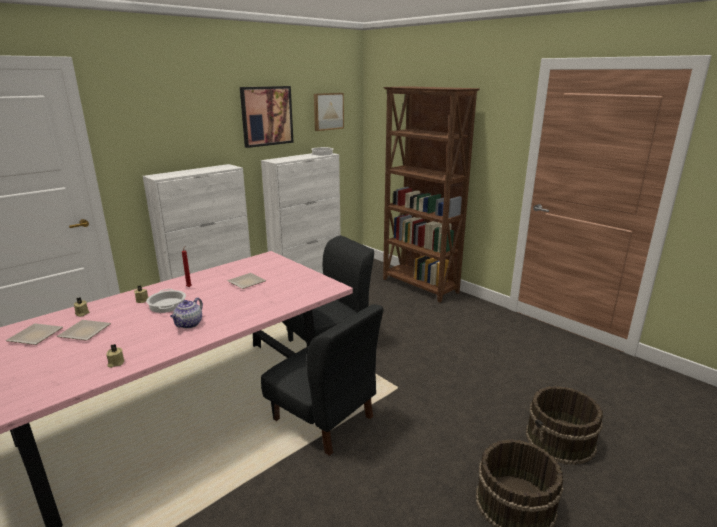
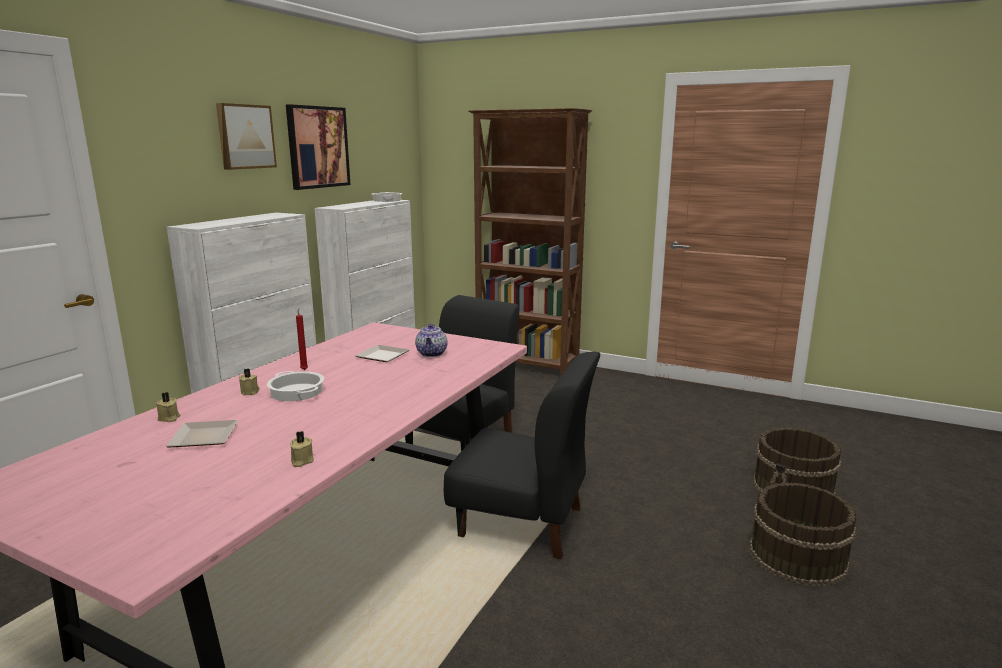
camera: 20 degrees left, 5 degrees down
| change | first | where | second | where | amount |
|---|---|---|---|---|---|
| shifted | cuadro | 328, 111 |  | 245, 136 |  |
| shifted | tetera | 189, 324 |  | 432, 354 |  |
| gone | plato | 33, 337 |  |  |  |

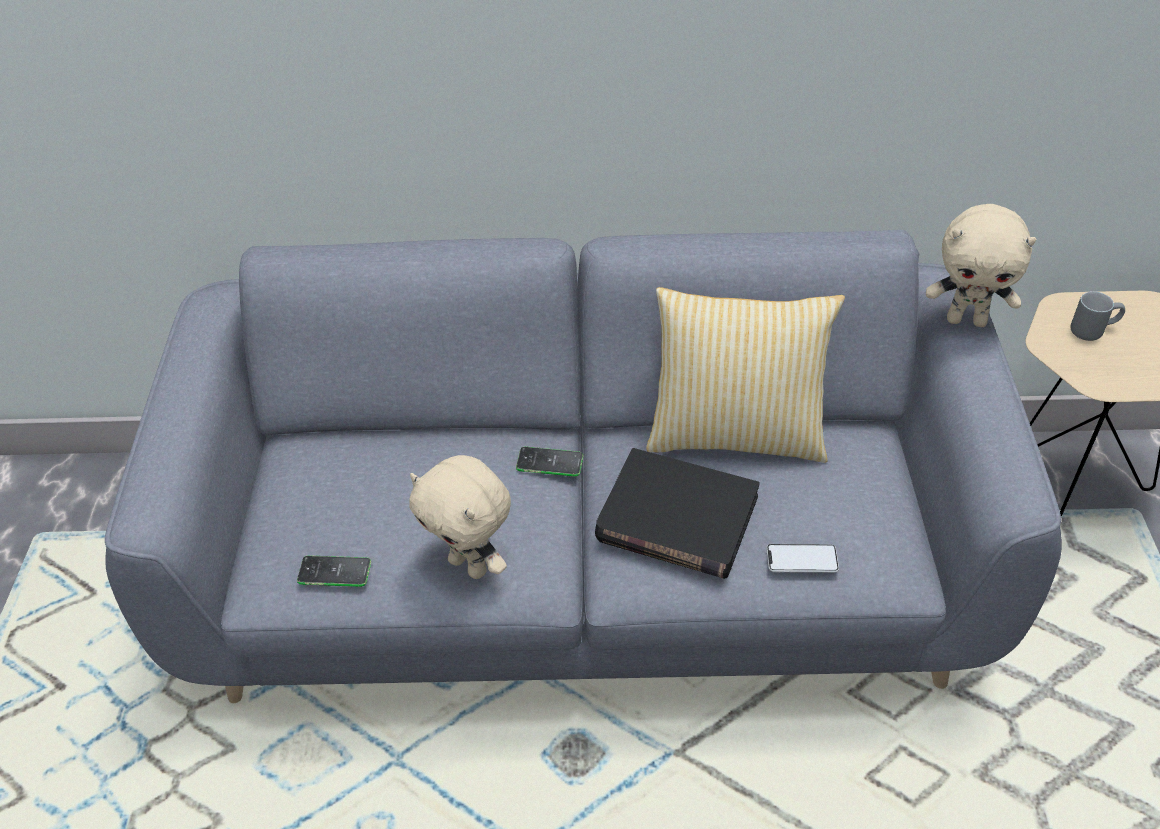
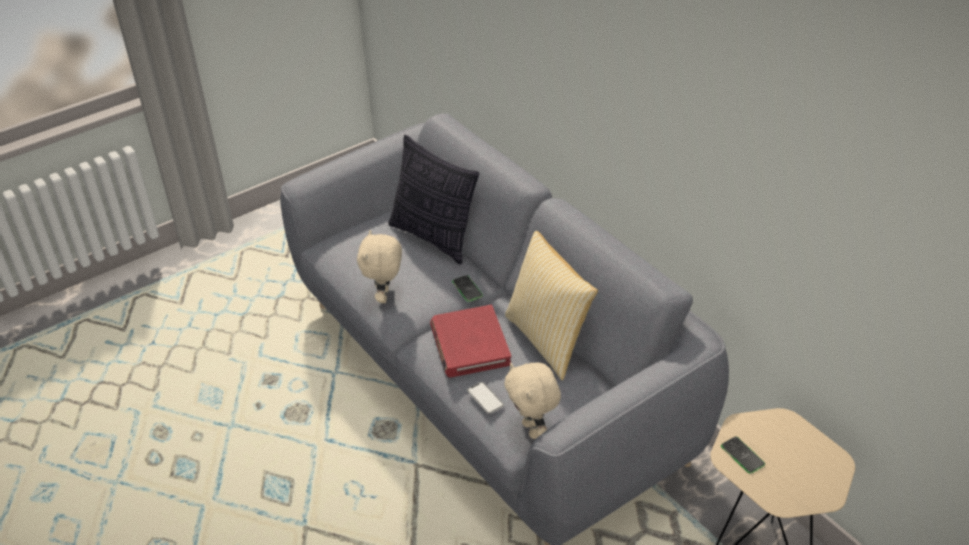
camera: 55 degrees right, 5 degrees down
| change | first | where | second | where | amount |
|---|---|---|---|---|---|
| new |  |  | cojín | 434, 238 |  |
| repainted | libro [negro] | 676, 519 | libro [rojo] | 469, 345 |  |
| shifted | peluche [beis] | 967, 320 |  | 533, 430 |  |
| shifted | móvil | 334, 572 |  | 742, 455 |  |
| gone | taza grande [gris] | 1092, 329 |  |  |  |

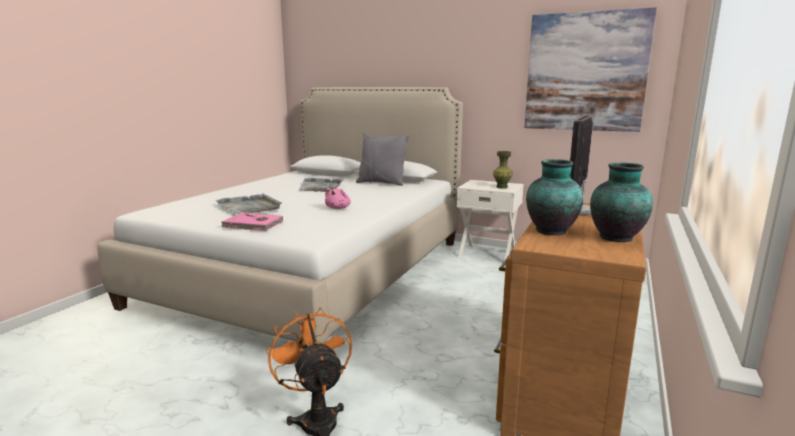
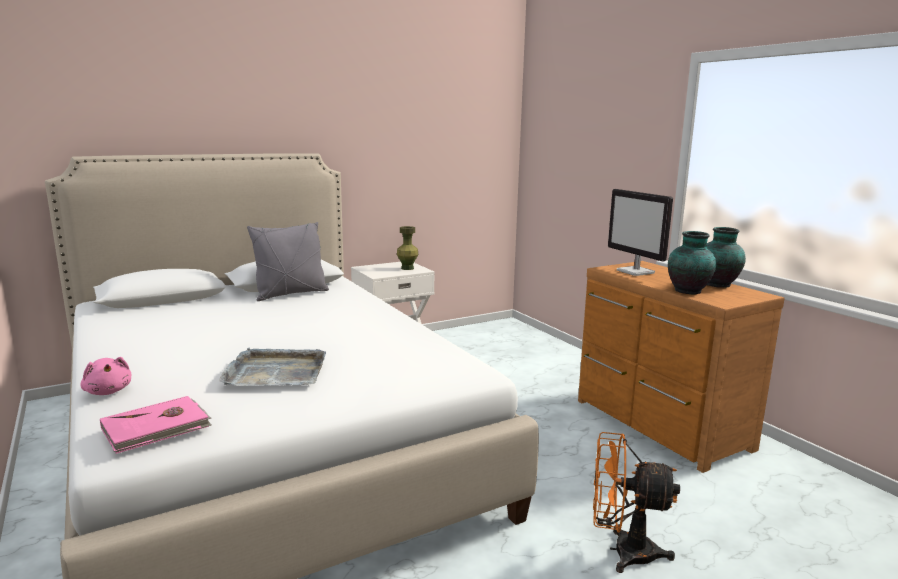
camera: 55 degrees left, 0 degrees up
| change | first | where | second | where | amount |
|---|---|---|---|---|---|
| shifted | peluche [rosa] | 338, 208 |  | 108, 391 |  |
| shifted | libro [rosa] | 253, 225 |  | 157, 428 |  |
| gone | bandeja [gris] | 321, 187 |  |  |  |
| gone | cuadro | 585, 72 |  |  |  |

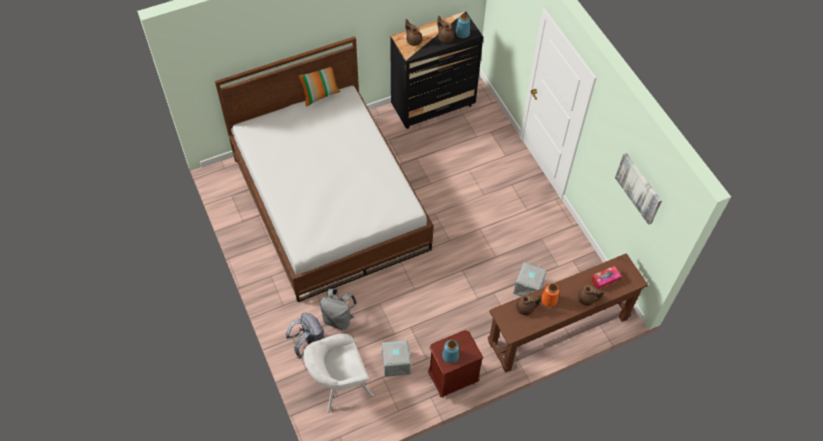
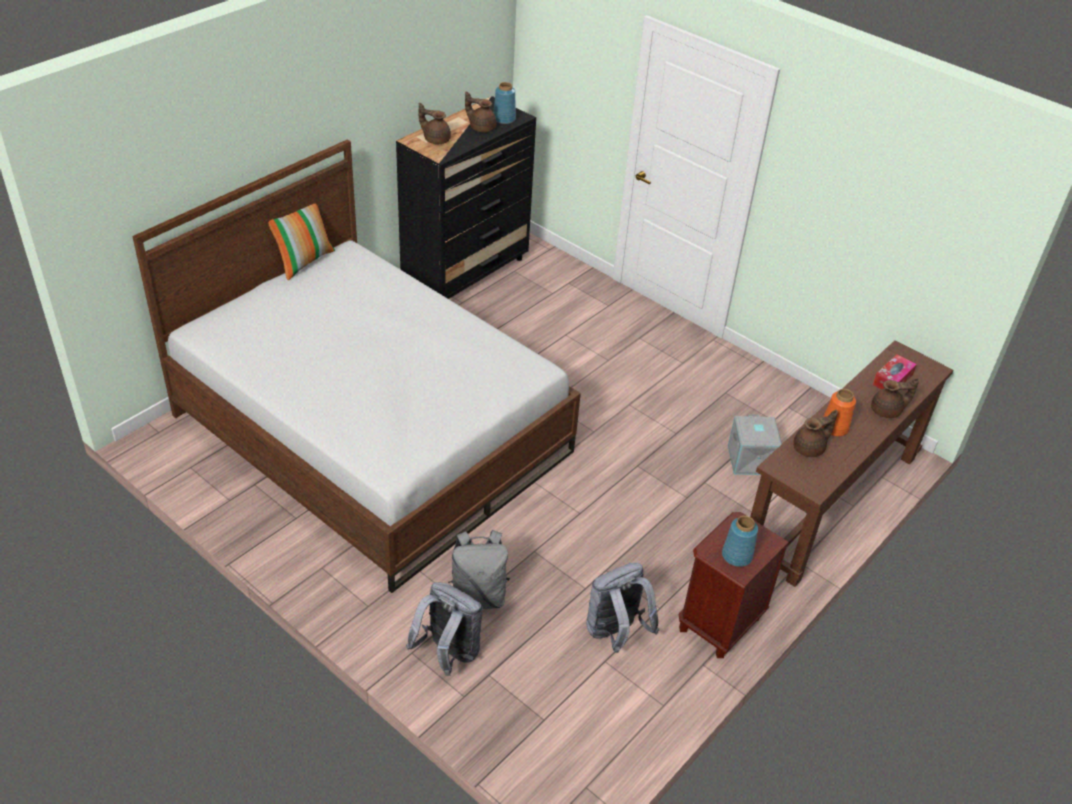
camera: 25 degrees left, 15 degrees down
| change | first | where | second | where | amount |
|---|---|---|---|---|---|
| swapped | caja de almacenaje [gris] | 396, 364 | mochila [gris] | 615, 633 |  |
| gone | sillón [blanco] | 339, 384 |  |  |  |
| gone | cuadro | 639, 188 |  |  |  |

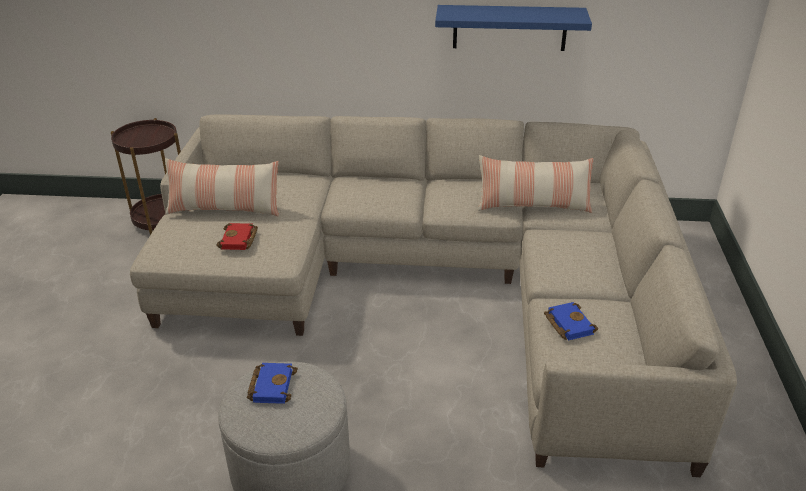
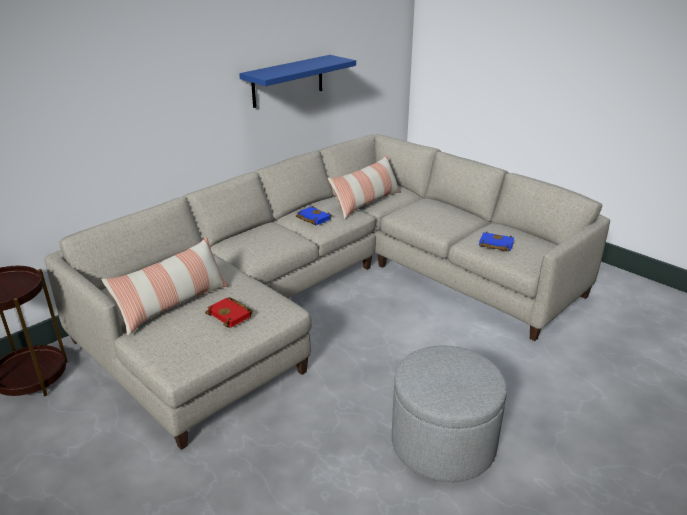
camera: 50 degrees left, 5 degrees down
| change | first | where | second | where | amount |
|---|---|---|---|---|---|
| shifted | libro [azul] | 271, 385 |  | 312, 218 |  |

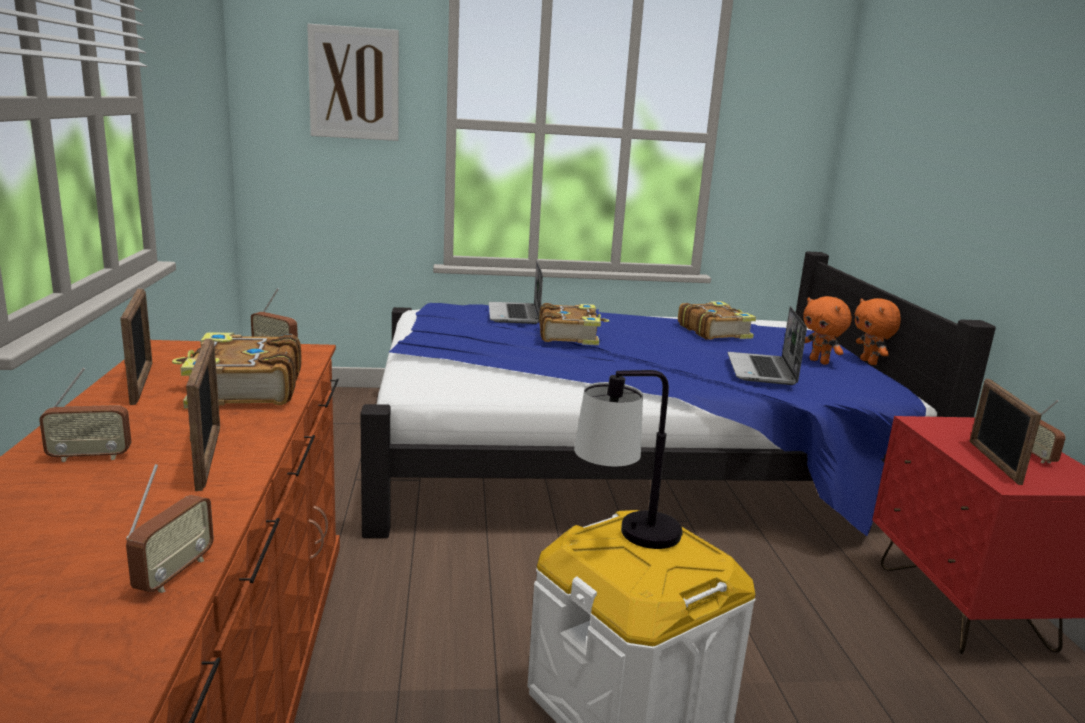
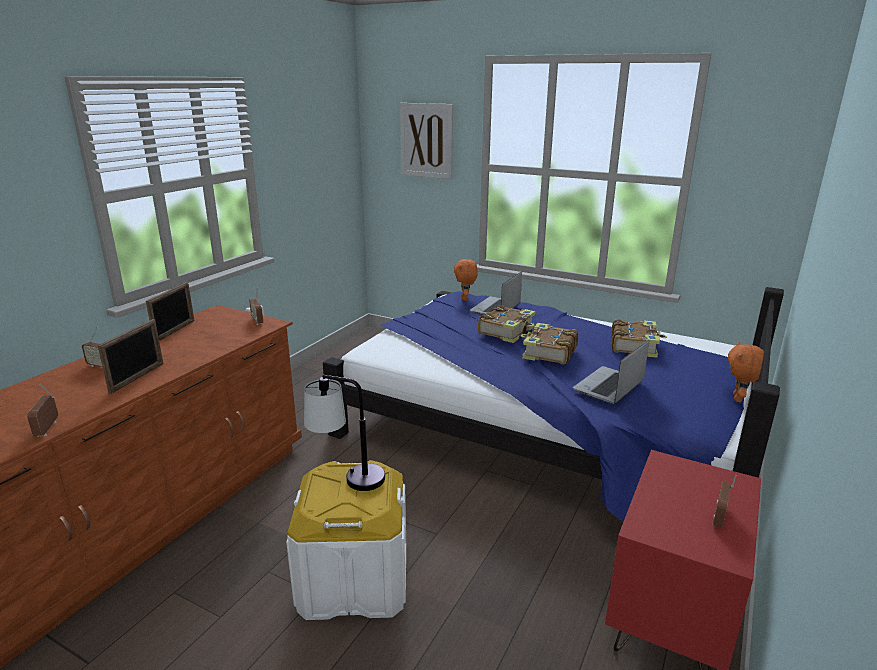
camera: 35 degrees right, 5 degrees up
| change | first | where | second | where | amount |
|---|---|---|---|---|---|
| rotated | radio | 174, 574 |  | 47, 429 | 120 degrees clockwise |
| shifted | peluche [naranja] | 819, 362 |  | 465, 299 |  |
| shifted | libro | 243, 389 |  | 548, 352 |  |
| gone | portarretratos | 994, 462 |  |  |  |

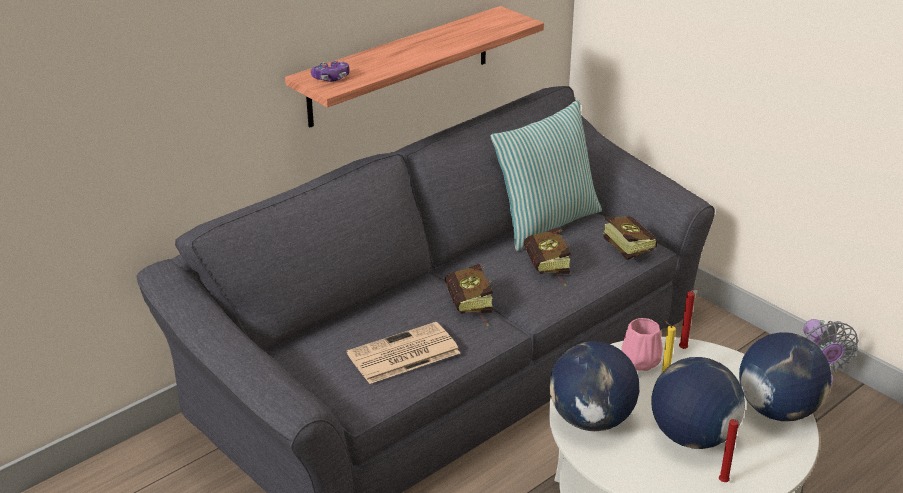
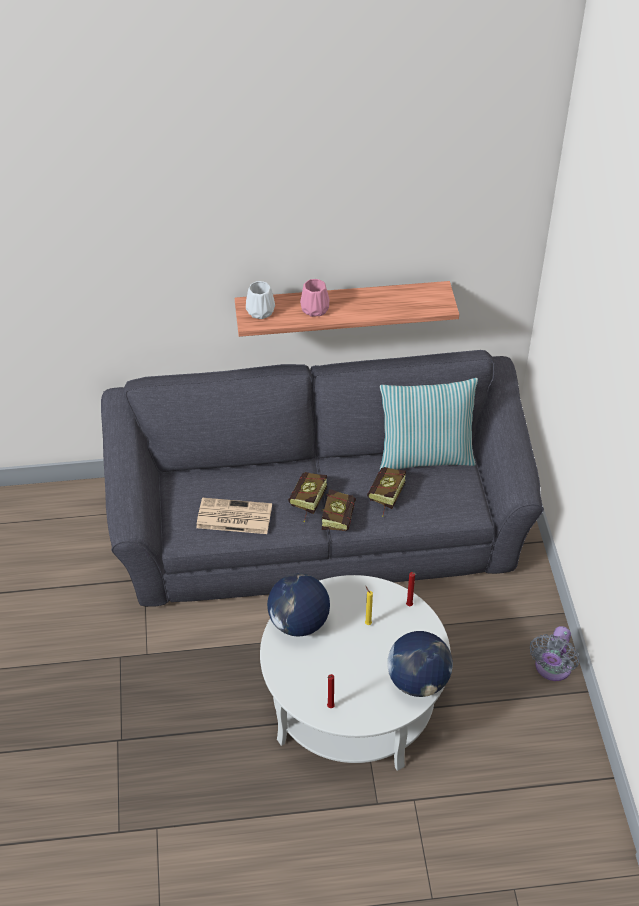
camera: 35 degrees right, 15 degrees up
| change | first | where | second | where | amount |
|---|---|---|---|---|---|
| swapped | mando de consola | 331, 78 | florero [blanco] | 259, 312 |  |
| shifted | florero [rosa] | 641, 361 |  | 315, 309 |  |
| shifted | libro | 625, 246 |  | 338, 516 |  |
| gone | globo terráqueo | 692, 437 |  |  |  |

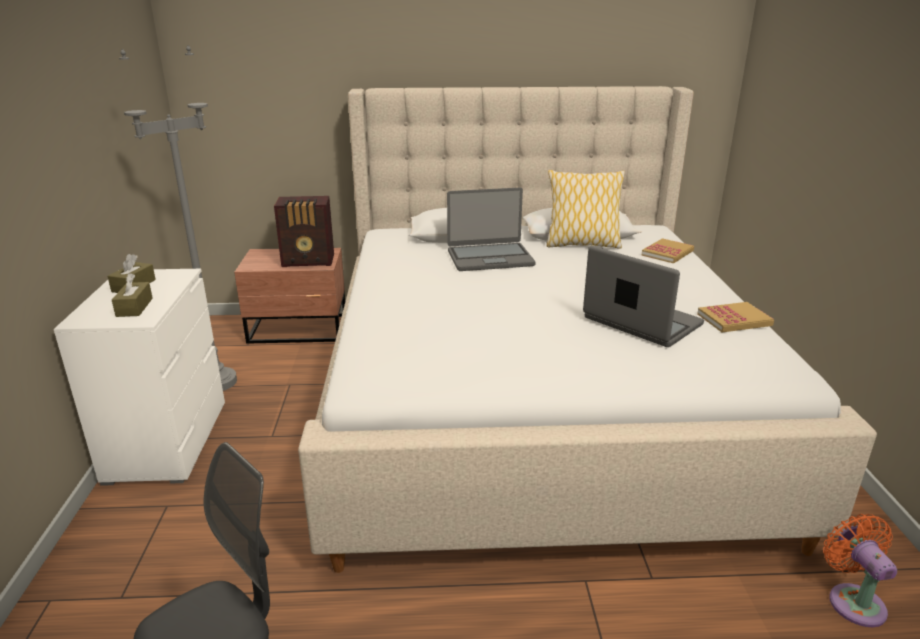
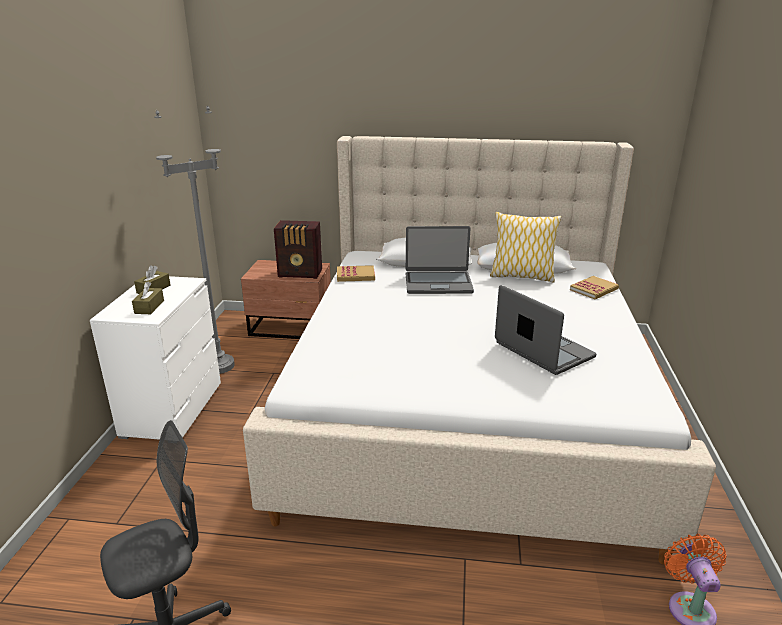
camera: 10 degrees right, 0 degrees up
| change | first | where | second | where | amount |
|---|---|---|---|---|---|
| shifted | libro | 734, 320 |  | 355, 275 |  |

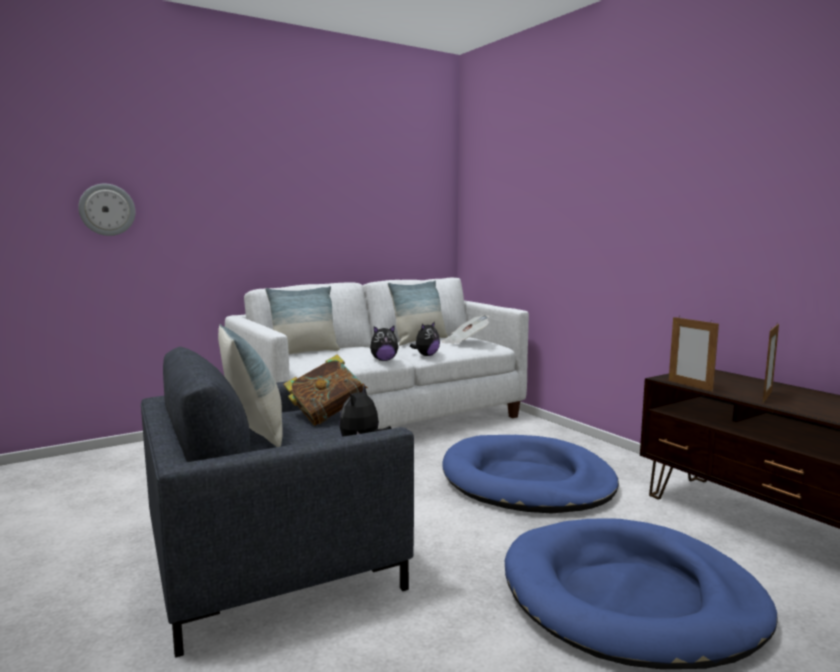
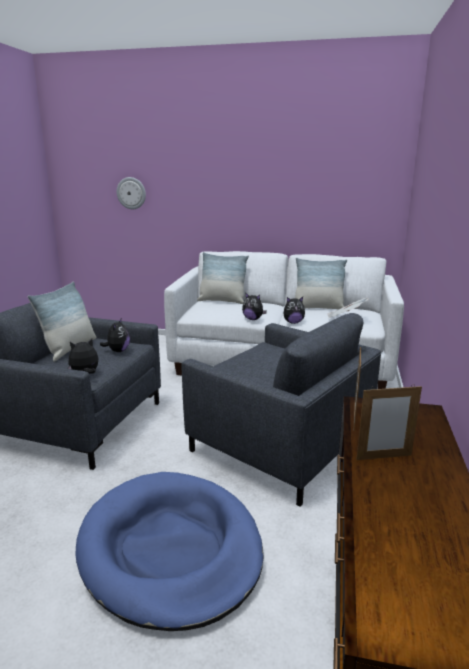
camera: 45 degrees right, 10 degrees up
| change | first | where | second | where | amount |
|---|---|---|---|---|---|
| swapped | libro | 327, 417 | peluche | 118, 351 |  |
| swapped | cama para perro [azul] | 527, 481 | sillón [gris] | 280, 444 |  |

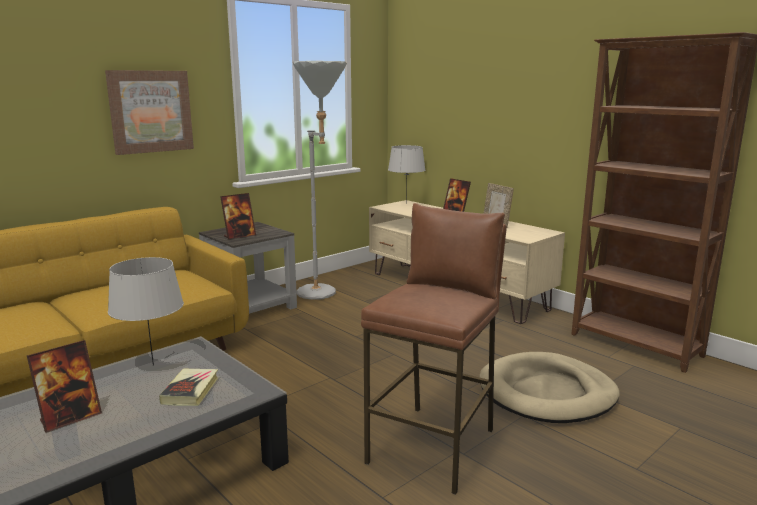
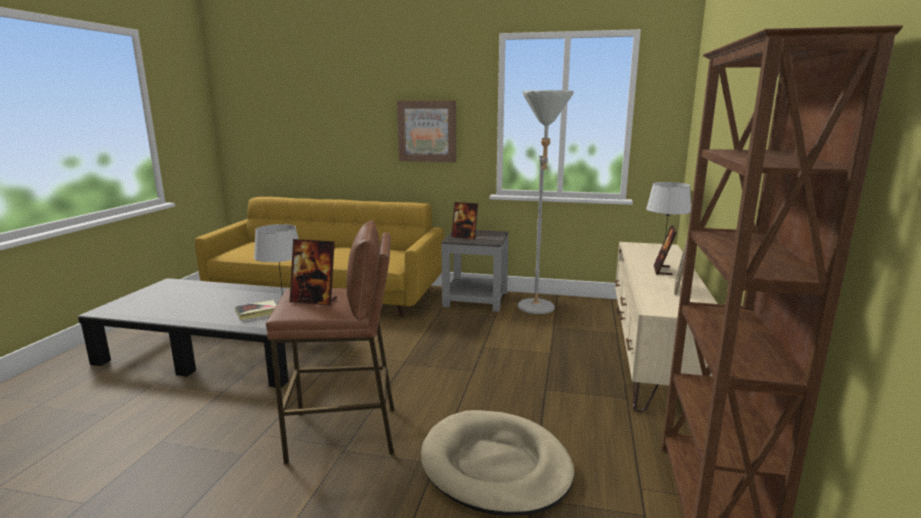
camera: 55 degrees right, 0 degrees up
| change | first | where | second | where | amount |
|---|---|---|---|---|---|
| shifted | portarretratos | 70, 418 |  | 314, 301 |  |

